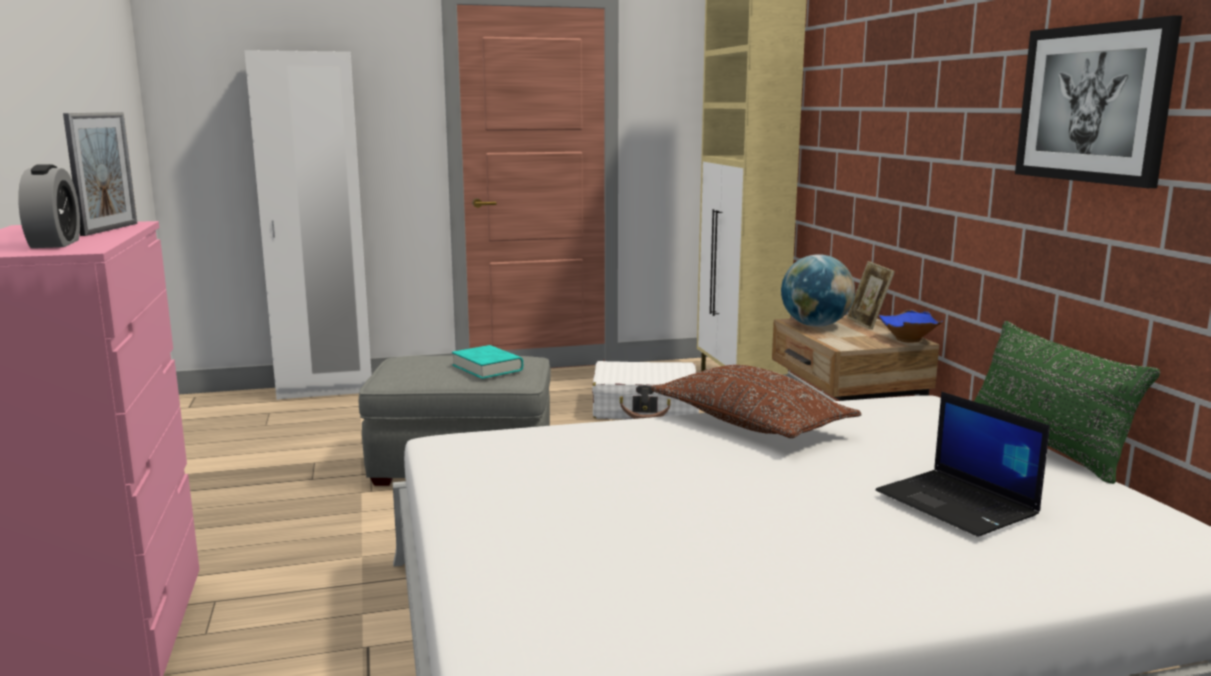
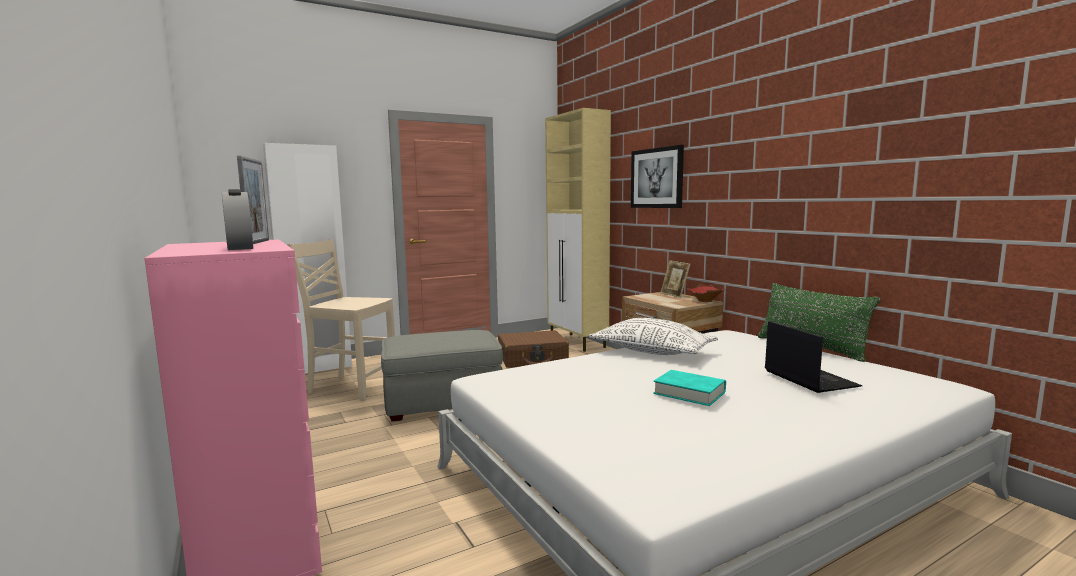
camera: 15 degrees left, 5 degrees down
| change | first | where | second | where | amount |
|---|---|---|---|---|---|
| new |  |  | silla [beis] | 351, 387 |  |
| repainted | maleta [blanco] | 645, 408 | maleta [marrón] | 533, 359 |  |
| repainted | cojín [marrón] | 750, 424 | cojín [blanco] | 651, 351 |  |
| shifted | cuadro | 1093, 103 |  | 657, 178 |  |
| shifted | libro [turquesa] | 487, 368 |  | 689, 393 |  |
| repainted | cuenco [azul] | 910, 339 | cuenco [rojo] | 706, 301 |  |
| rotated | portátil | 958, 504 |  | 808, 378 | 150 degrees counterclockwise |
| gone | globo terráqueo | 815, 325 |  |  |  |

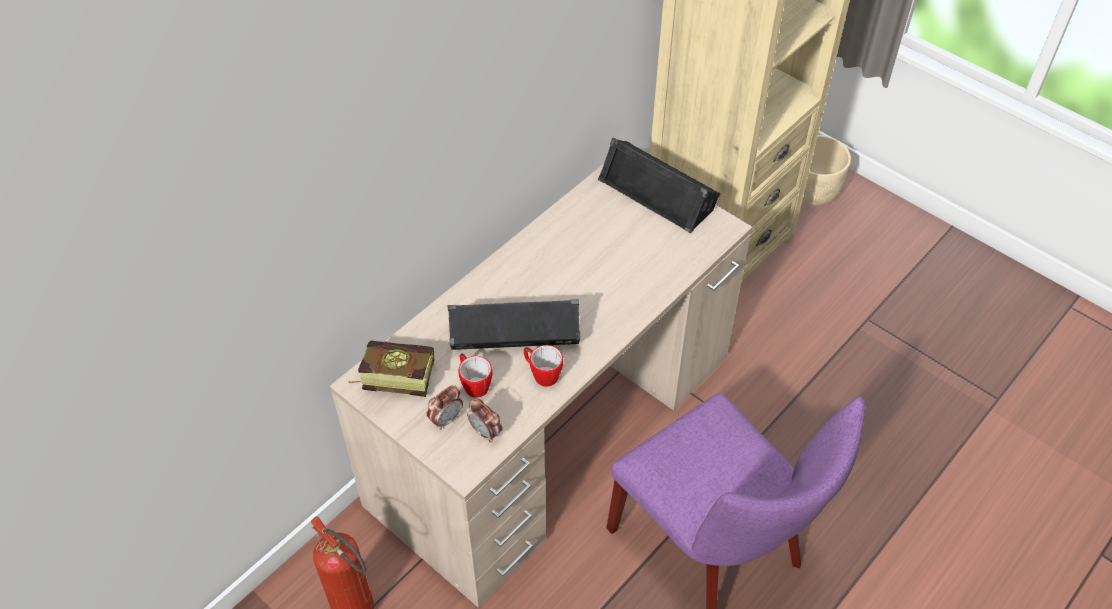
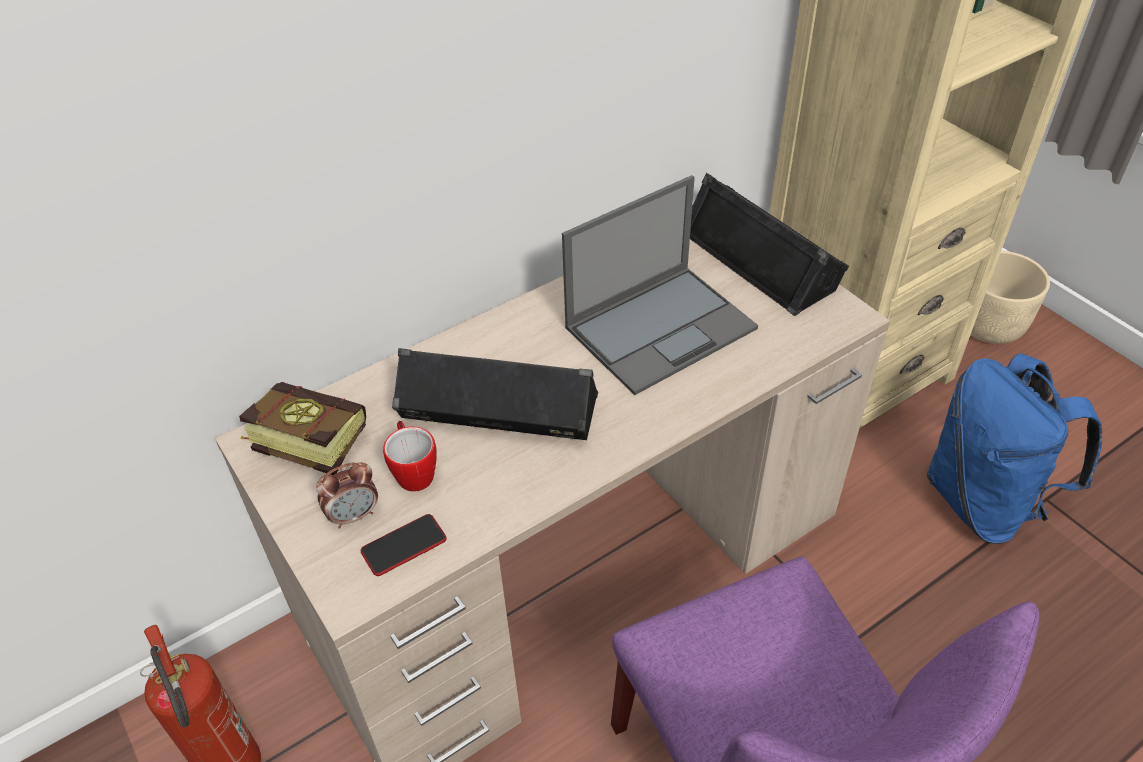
camera: 15 degrees right, 5 degrees down
| change | first | where | second | where | amount |
|---|---|---|---|---|---|
| swapped | despertador | 486, 432 | móvil | 404, 545 |  |
| new |  |  | portátil | 662, 327 |  |
| new |  |  | mochila [azul] | 984, 503 |  |
| gone | taza grande | 542, 374 |  |  |  |

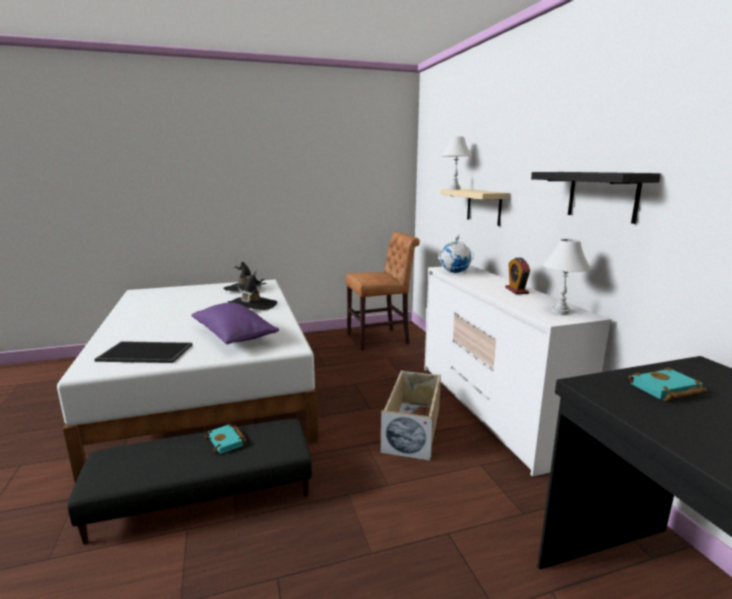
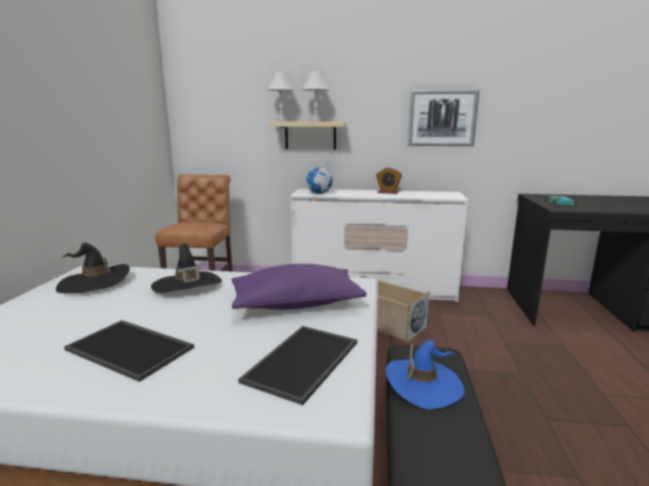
camera: 65 degrees left, 0 degrees up
| change | first | where | second | where | amount |
|---|---|---|---|---|---|
| new |  |  | bandeja | 132, 348 |  |
| shifted | lámpara de mesa [blanco] | 560, 311 |  | 316, 121 |  |
| swapped | libro [turquesa] | 227, 441 | sombrero [azul] | 423, 384 |  |
| swapped | estante [negro] | 602, 196 | cuadro | 442, 118 |  |

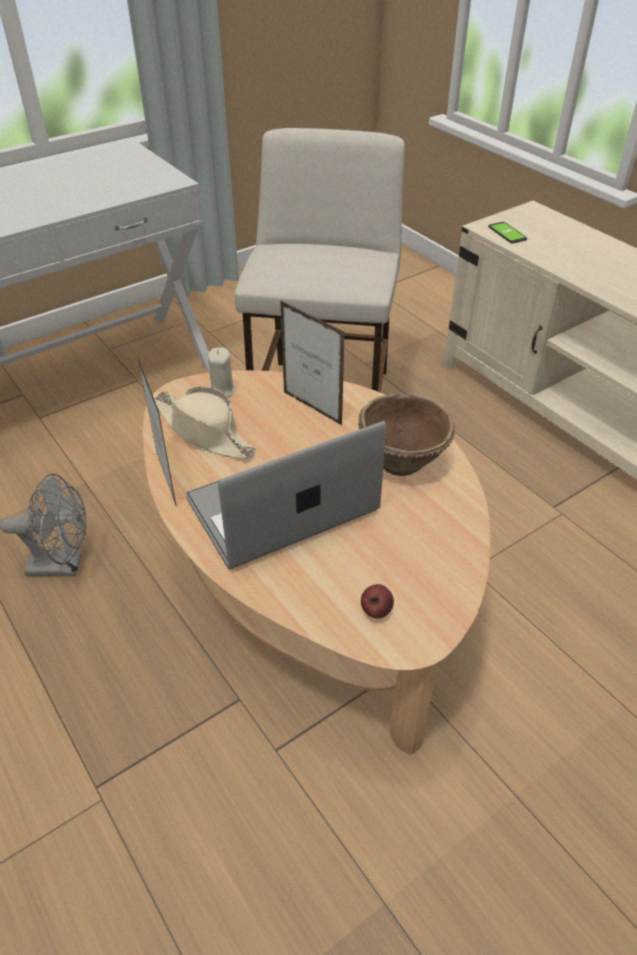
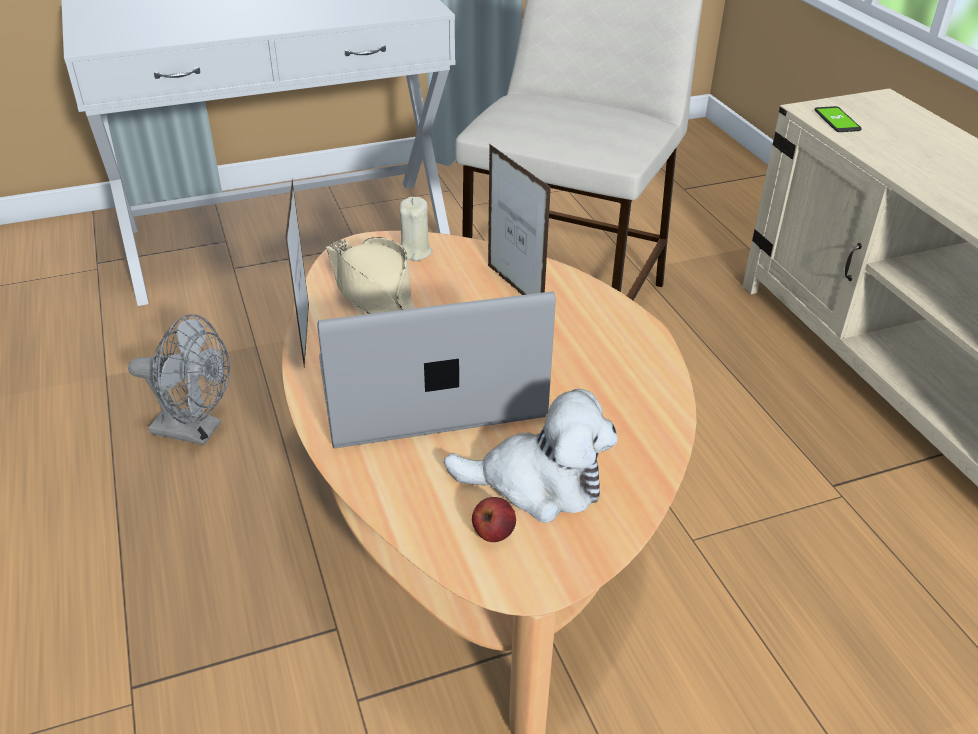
camera: 15 degrees right, 5 degrees down
| change | first | where | second | where | amount |
|---|---|---|---|---|---|
| new |  |  | peluche | 538, 483 |  |
| gone | cuenco [marrón] | 403, 460 |  |  |  |

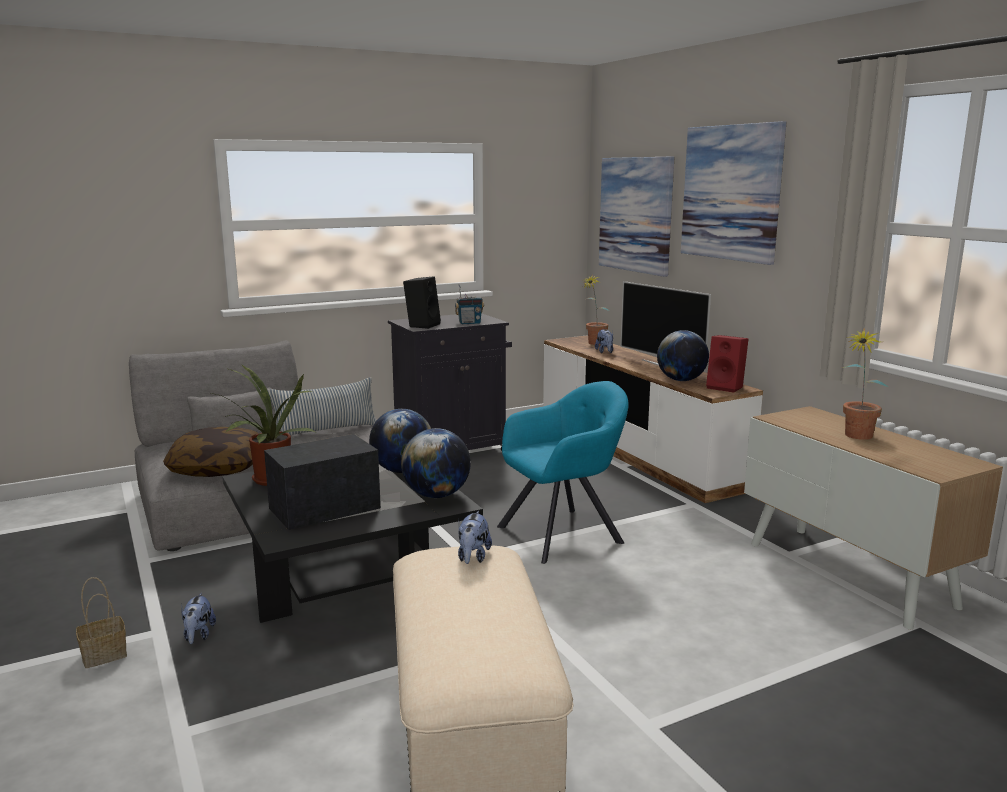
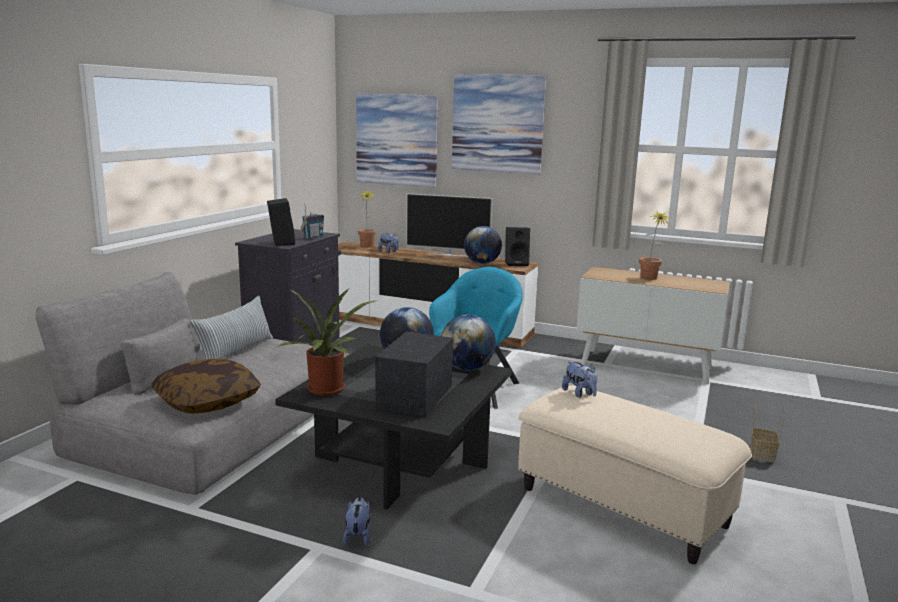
camera: 40 degrees left, 0 degrees up
| change | first | where | second | where | amount |
|---|---|---|---|---|---|
| rotated | peluche | 198, 635 |  | 358, 536 | 135 degrees counterclockwise |
| repainted | altavoz [rojo] | 726, 387 | altavoz [negro] | 517, 264 |  |
| shifted | cesta | 105, 654 |  | 761, 454 |  |

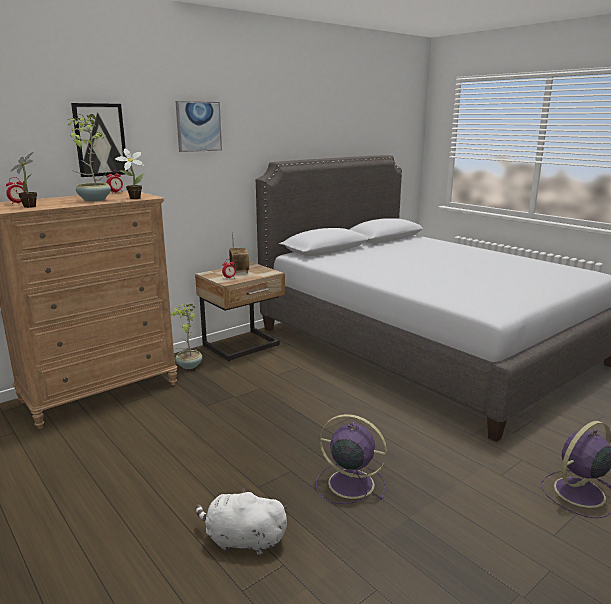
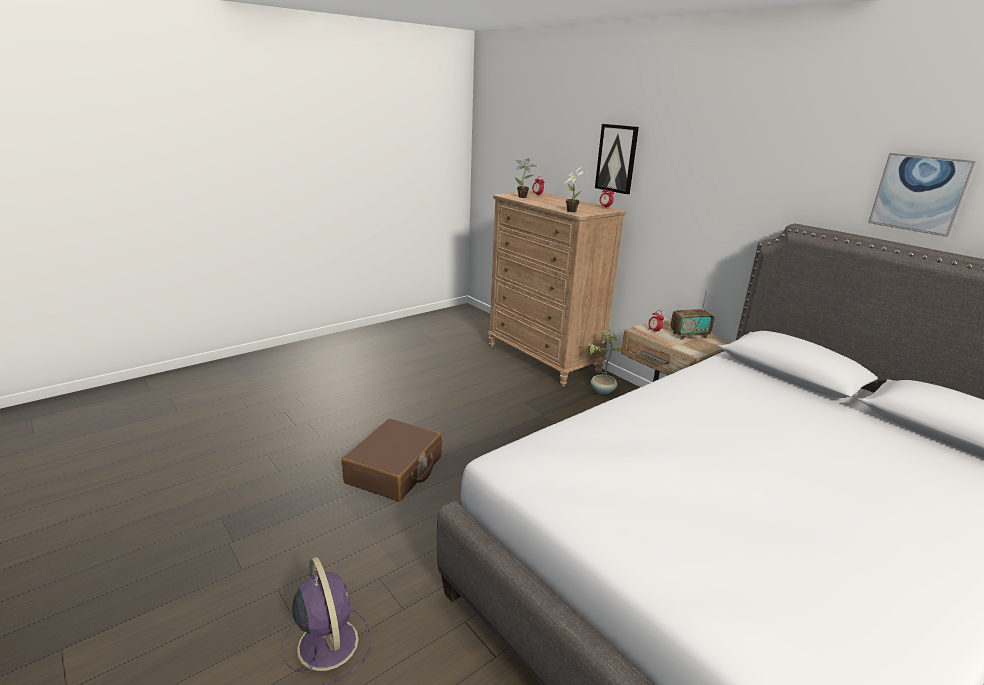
camera: 90 degrees right, 5 degrees up
| change | first | where | second | where | amount |
|---|---|---|---|---|---|
| swapped | ventilador [morado] | 349, 483 | maleta [marrón] | 395, 470 |  |
| shifted | cuadro | 198, 126 |  | 919, 193 |  |
| gone | planta en maceta | 93, 200 |  |  |  |
| gone | peluche [blanco] | 242, 540 |  |  |  |

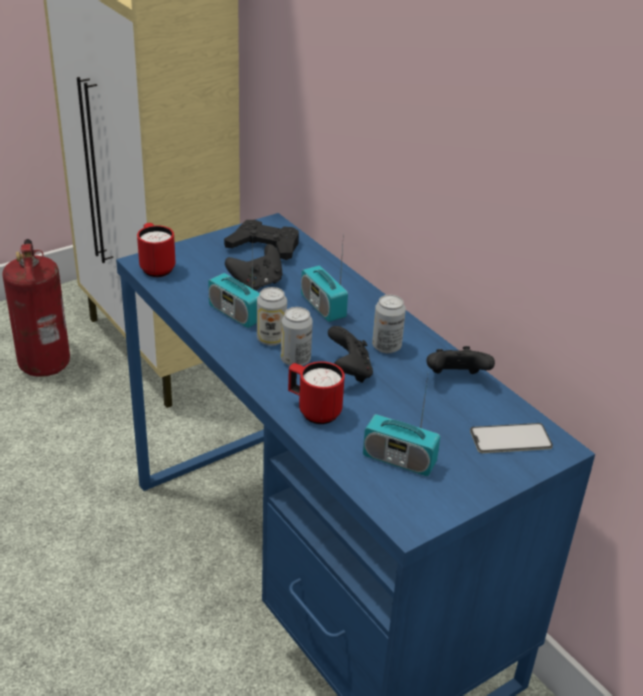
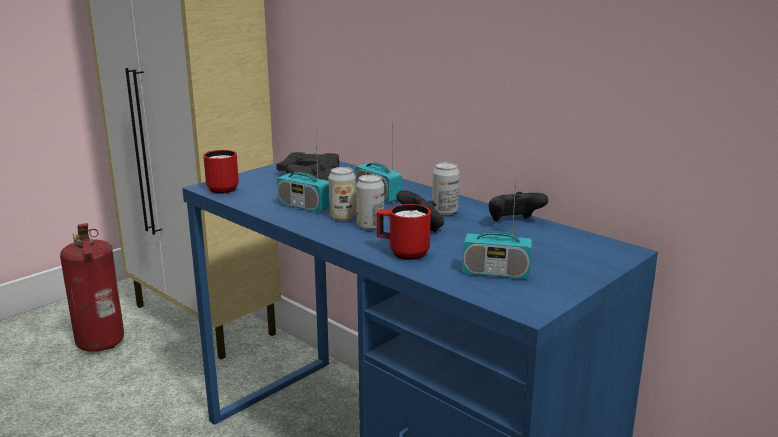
camera: 10 degrees left, 15 degrees down
| change | first | where | second | where | amount |
|---|---|---|---|---|---|
| gone | móvil | 510, 439 |  |  |  |

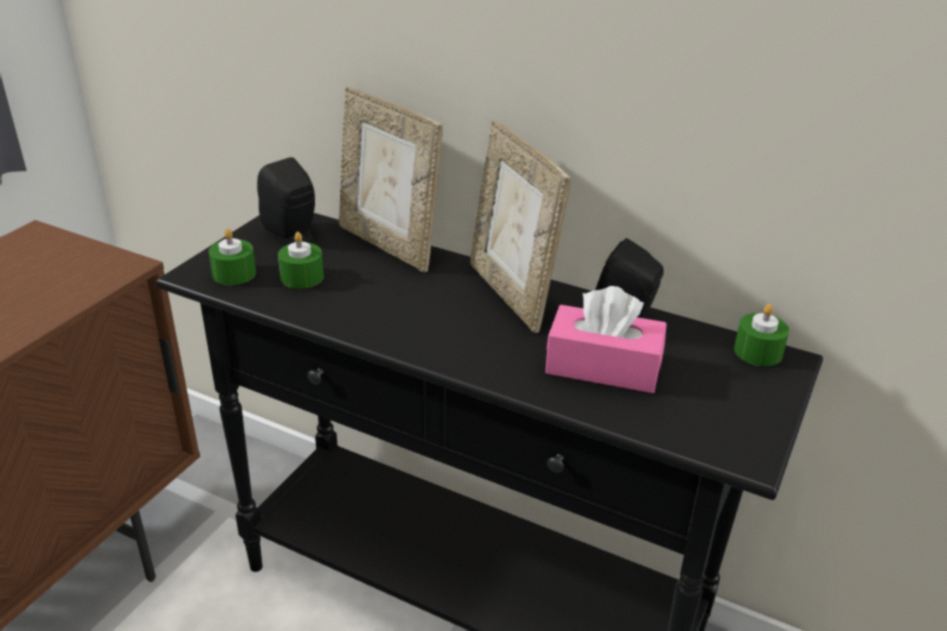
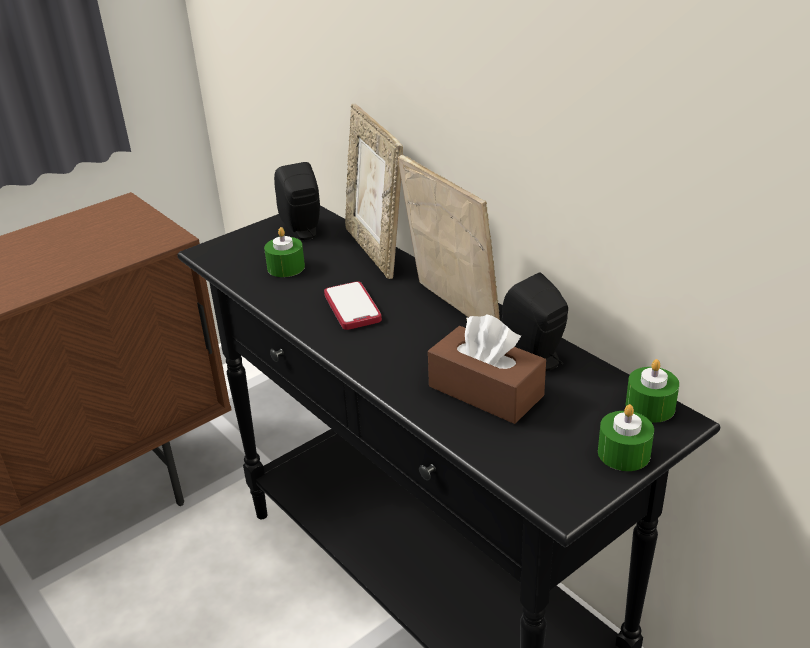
camera: 25 degrees right, 0 degrees up
| change | first | where | second | where | amount |
|---|---|---|---|---|---|
| new |  |  | móvil | 352, 307 |  |
| rotated | portarretratos | 511, 294 |  | 450, 311 | 150 degrees clockwise |
| repainted | caja de pañuelos [rosa] | 603, 367 | caja de pañuelos [marrón] | 485, 391 |  |
| shifted | vela [verde] | 234, 274 |  | 623, 453 |  |

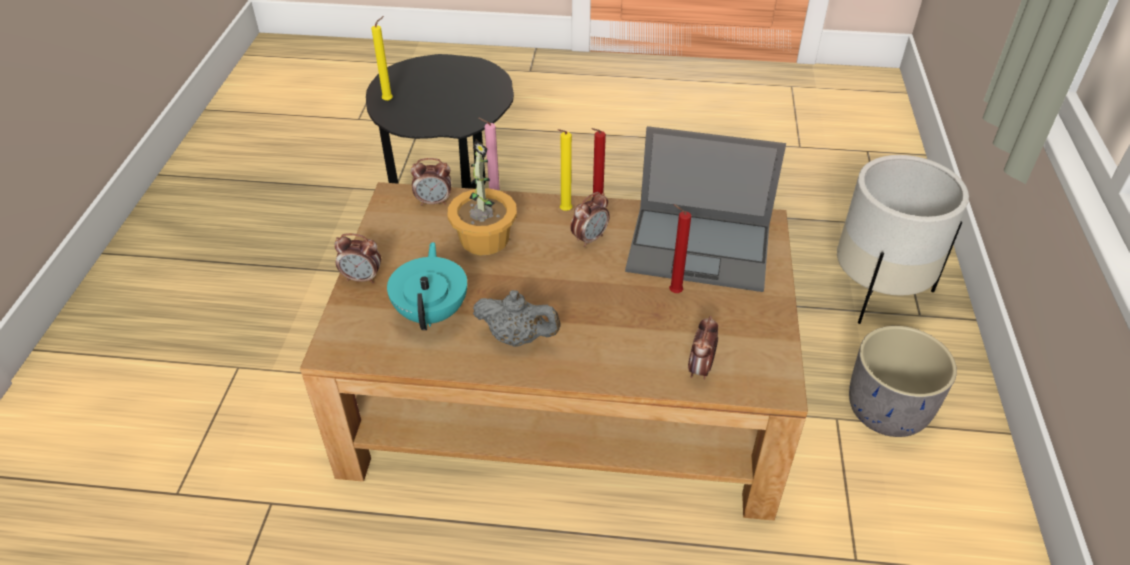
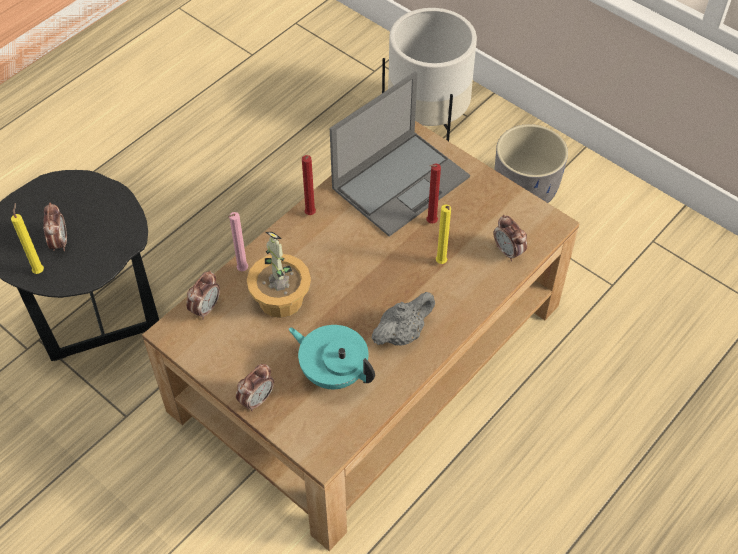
camera: 55 degrees left, 10 degrees up
| change | first | where | second | where | amount |
|---|---|---|---|---|---|
| shifted | despertador | 589, 238 |  | 59, 242 |  |
| shifted | vela [amarillo] | 564, 211 |  | 441, 263 |  |

